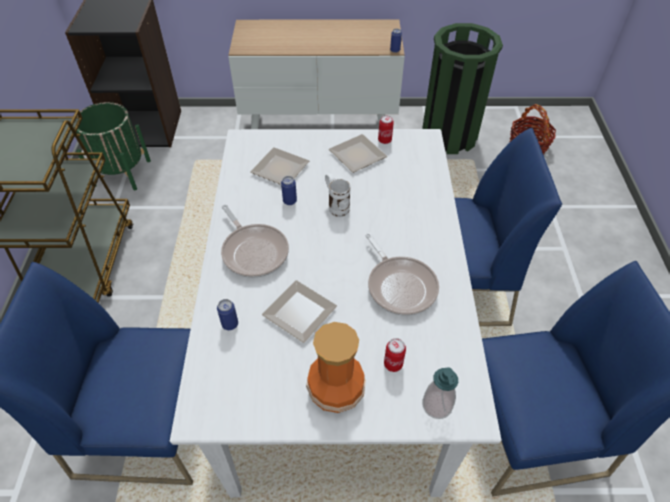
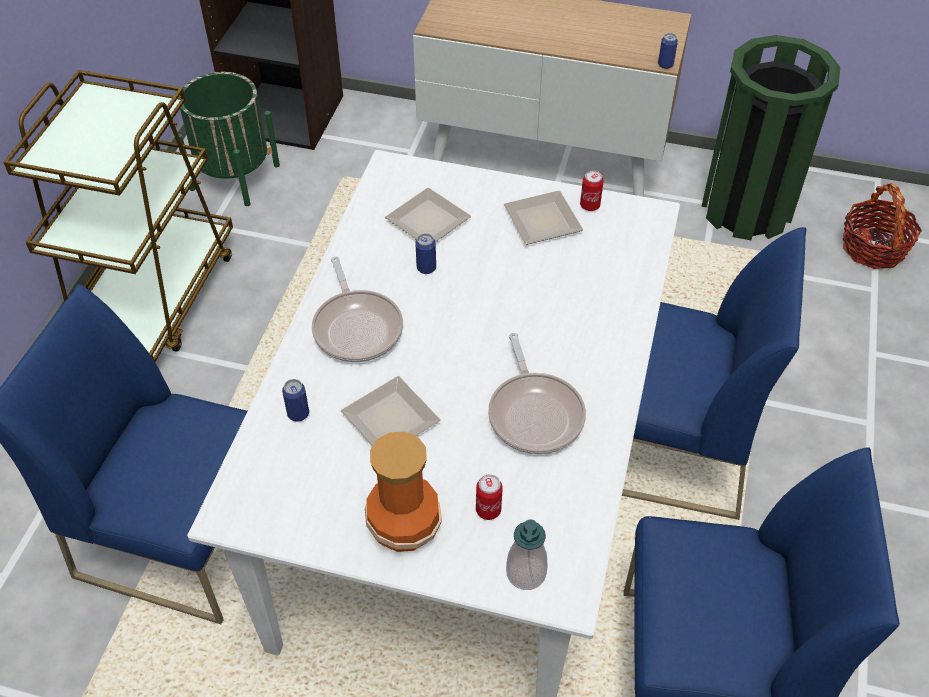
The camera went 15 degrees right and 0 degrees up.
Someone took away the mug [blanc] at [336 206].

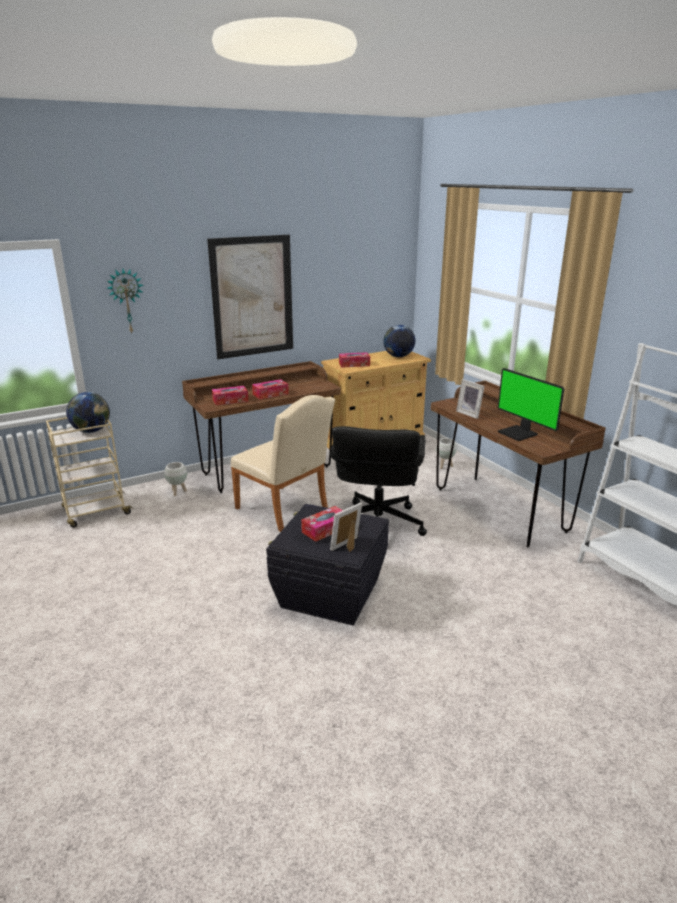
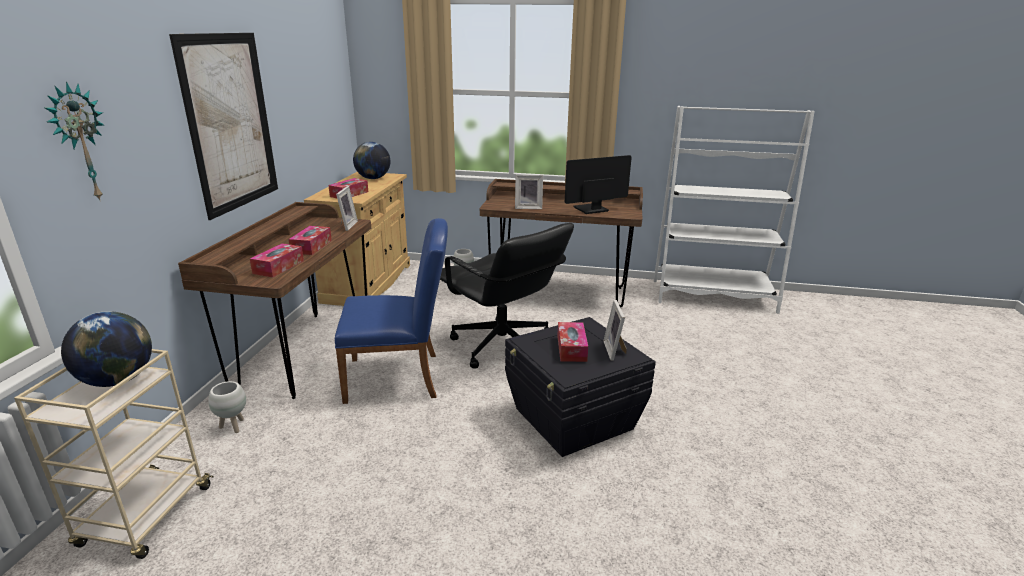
The camera went 50 degrees left and 0 degrees up.
Someone repainted the chaise [beige] at [285 510], which became the chaise [bleu] at [400 377].
Someone put down the cadre photo at [346 226].
Someone rotated the écran d'ordinateur at [519 433] by 150 degrees clockwise.

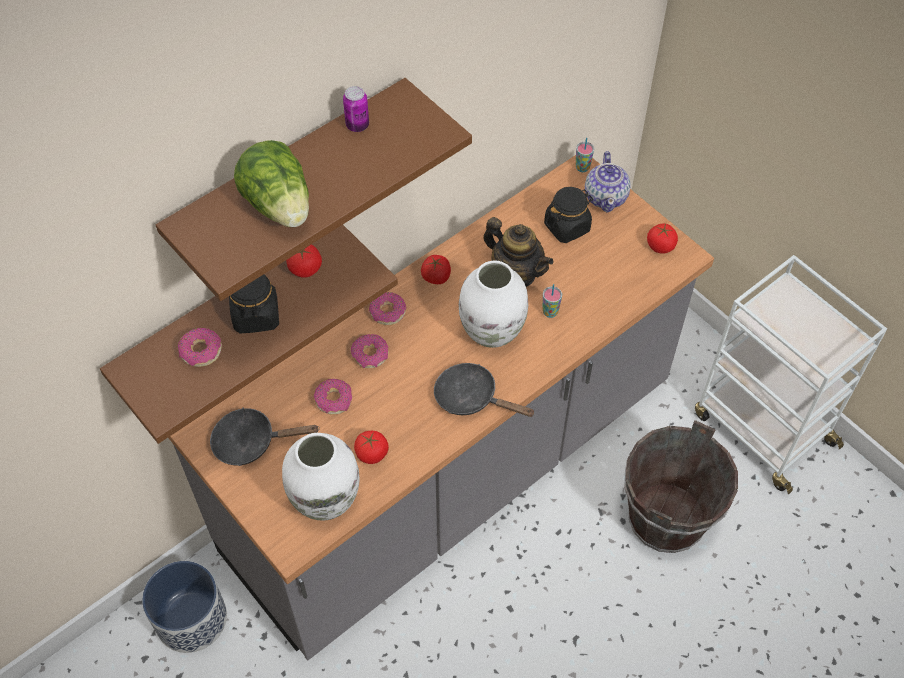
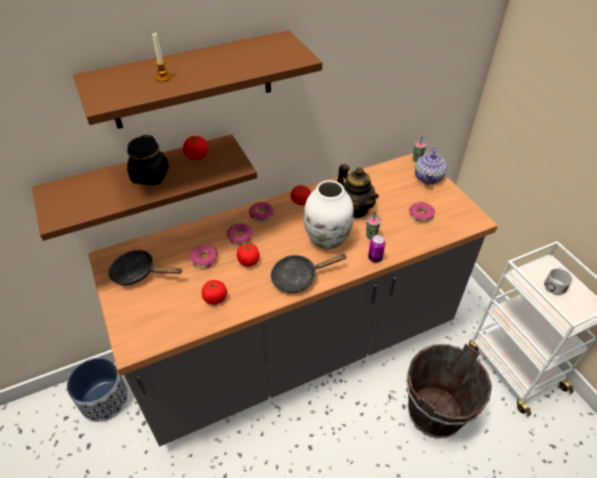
The camera went 15 degrees right and 10 degrees down.
Someone swapped the laitue at [280 206] for the bougie at [163 77].
Someone carried the tomate from [660 246] to [248 261].
Someone rotated the poêle [noir] at [471 398] by 60 degrees counterclockwise.
Someone carried the boîte métallique from [357 125] to [375 258].
Someone carried the beignet from [201 351] to [421 215].
Someone put down the mug [blanc] at [555 284].
Someone took away the vase [blanc] at [324 500].
Someone took away the bocal [noir] at [567 227].

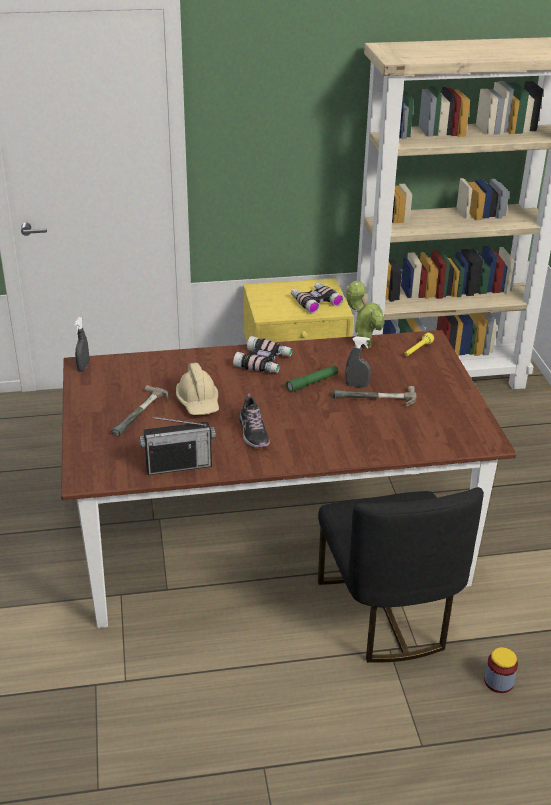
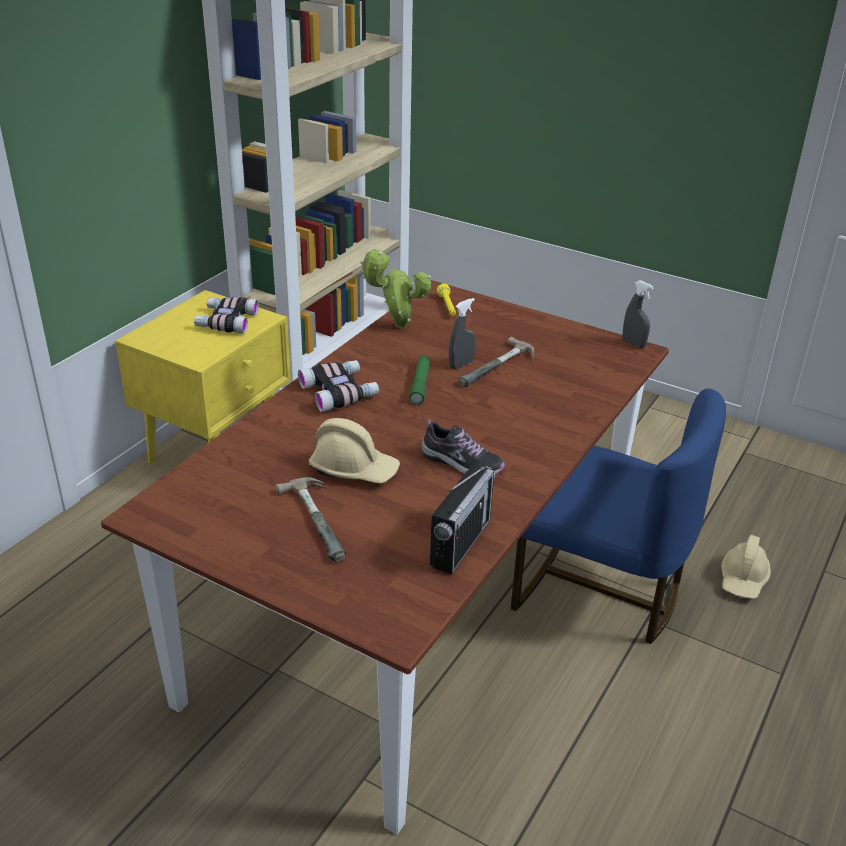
The camera went 50 degrees left and 0 degrees up.
Someone repainted the chaise [noir] at [387 613], which became the chaise [bleu] at [600 591].
Someone carried the vaporisateur [gris] from [83 367] to [633 344].
Someone swapped the bocal at [498 681] for the casque de chantier [beige] at [743 579].

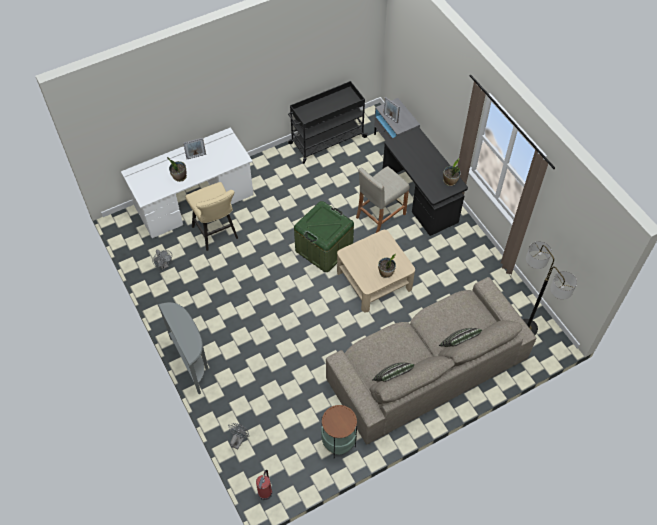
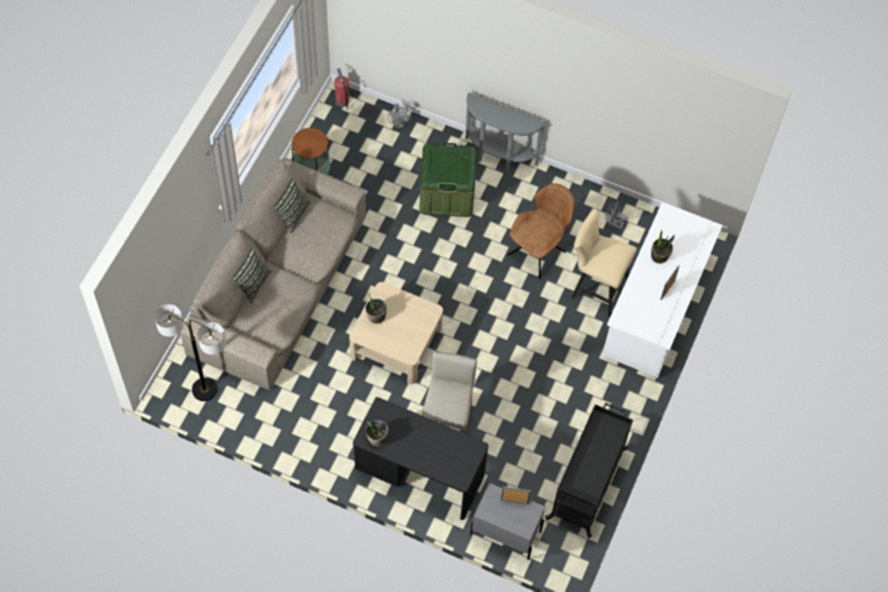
The camera went 140 degrees right and 5 degrees up.
Someone carried the boîte de rangement [vert] from [324 248] to [447 194].
Someone put down the chaise [marron] at [538 252].

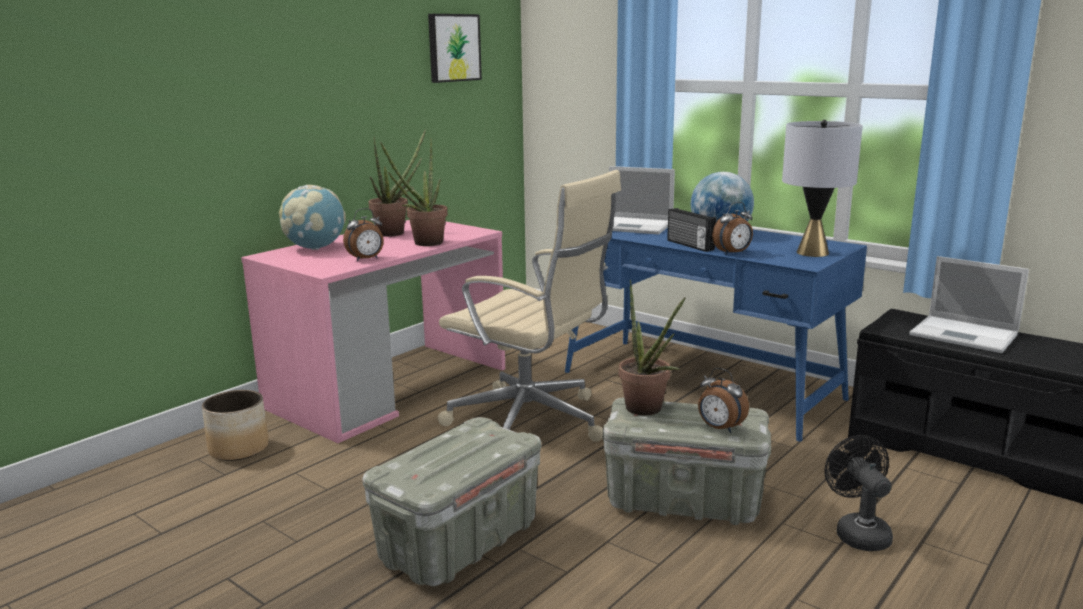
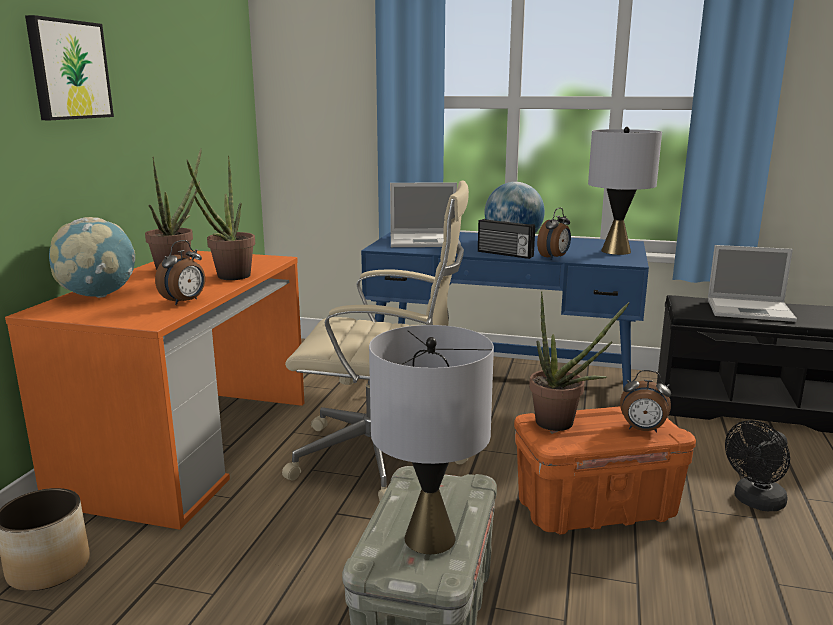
The camera went 25 degrees left and 0 degrees up.
Someone repainted the bureau [rose] at [389 387], which became the bureau [orange] at [190 447].
Someone carried the tableau from [453 48] to [68 70].
Someone put down the lampe de table [gris] at [430 538].
Someone repainted the boîte de rangement [gris] at [684 501], which became the boîte de rangement [orange] at [596 508].
Someone rotated the ventilateur [noir] at [858 532] by 90 degrees counterclockwise.

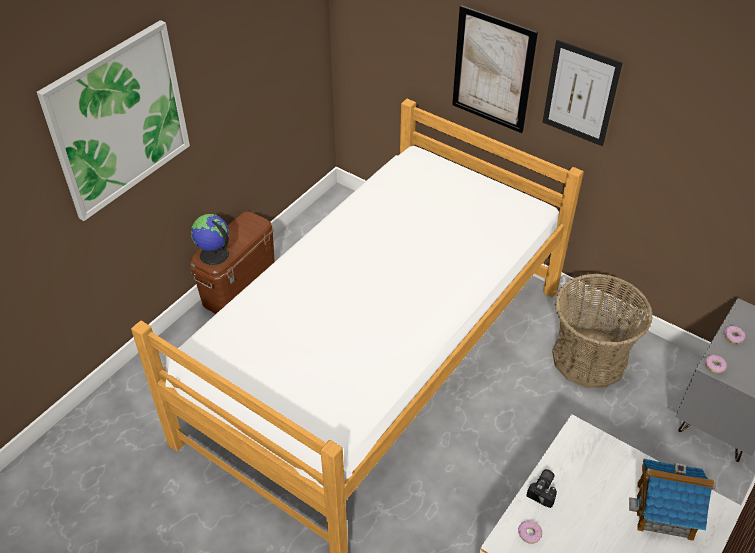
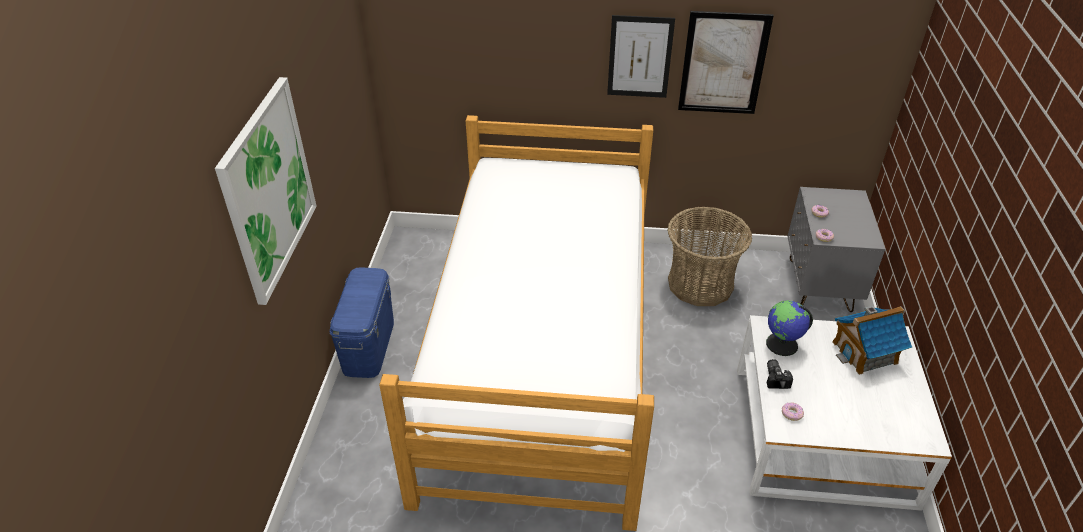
The camera went 30 degrees left and 5 degrees down.
Someone repainted the boîte de rangement [marron] at [239 286], which became the boîte de rangement [bleu] at [368 345].
Someone carried the tableau from [492 70] to [723 63].
Someone carried the globe from [214 255] to [782 345].

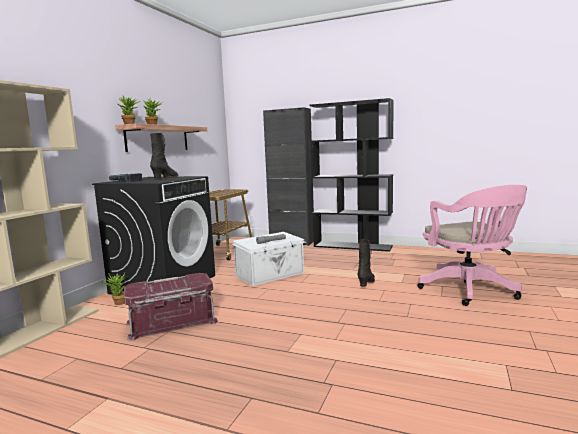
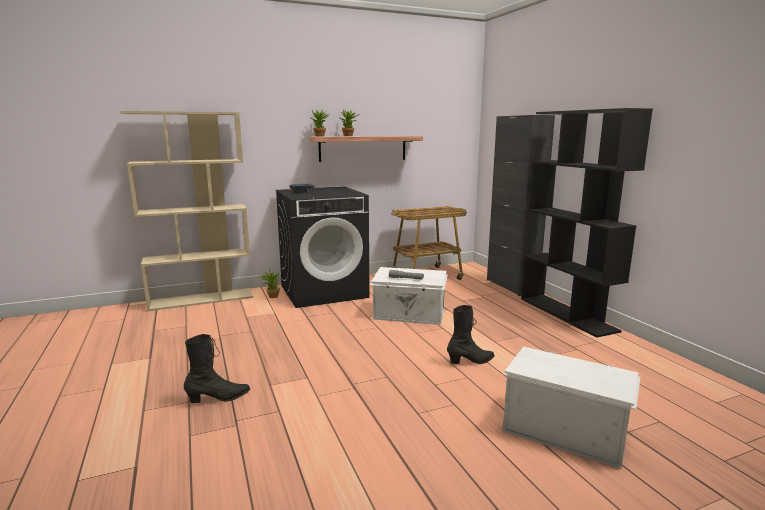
The camera went 45 degrees right and 5 degrees up.
Someone carried the botte [noir] from [166 178] to [219 398].
Someone swapped the chaise de bureau [rose] at [470 290] for the boîte de rangement [blanc] at [564 429].
Someone took away the boîte de rangement [rouge] at [172 323].

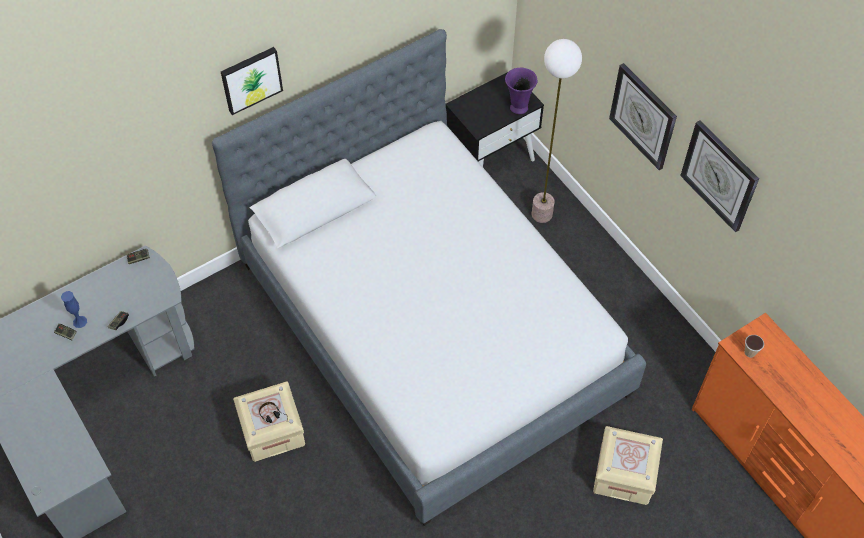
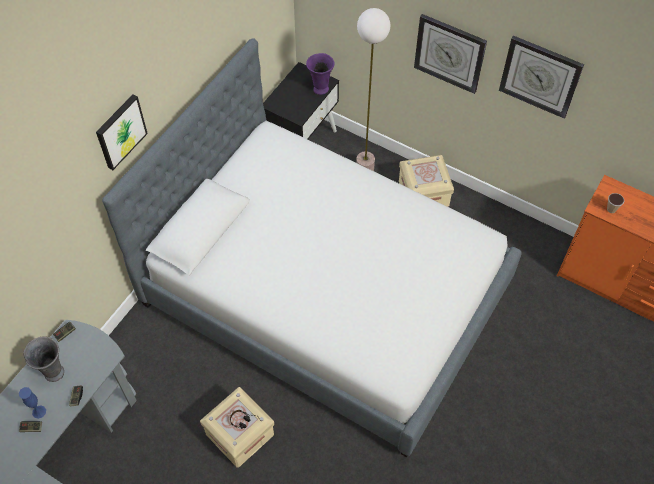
The camera went 25 degrees left and 0 degrees up.
Someone put down the vase [gris] at [53 372].
Someone carried the boîte de rangement [beige] from [624 474] to [423 193].

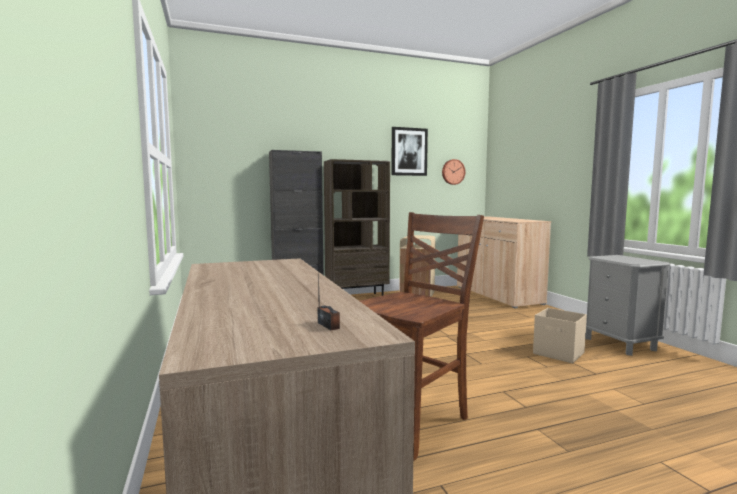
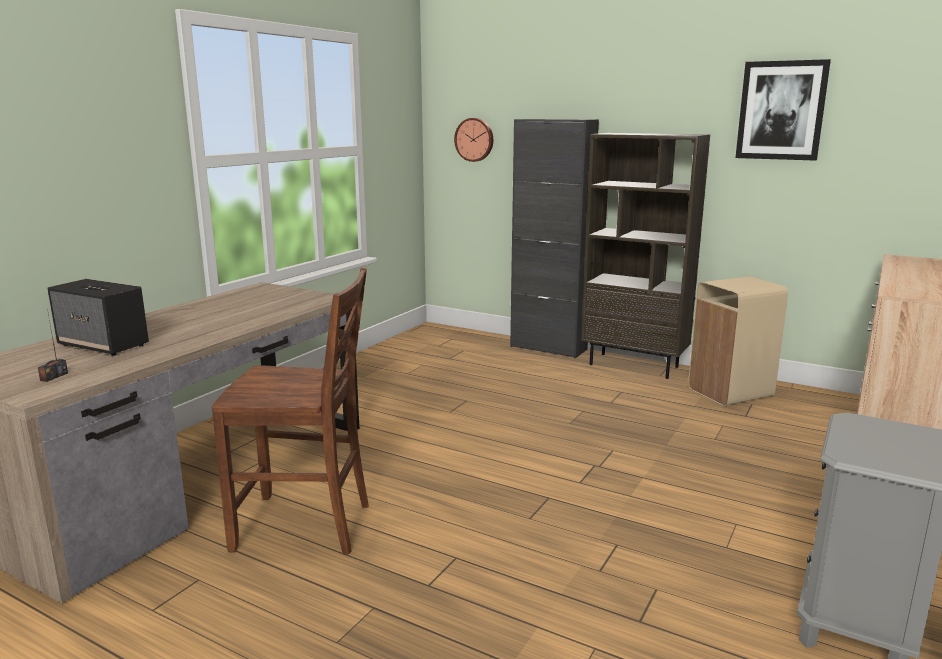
The camera went 50 degrees right and 10 degrees up.
Someone put down the enceinte at [104 345].
Someone carried the horloge murale from [452 172] to [474 139].
Someone took away the boîte de rangement [beige] at [559 353].

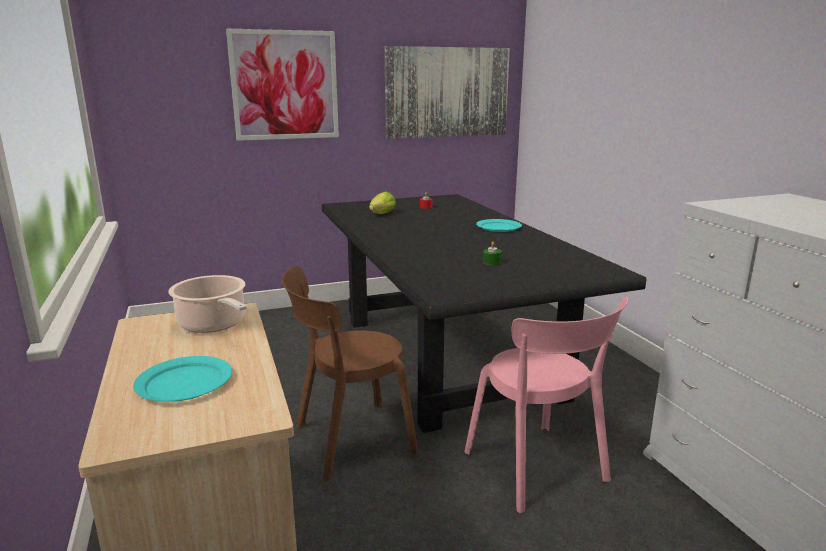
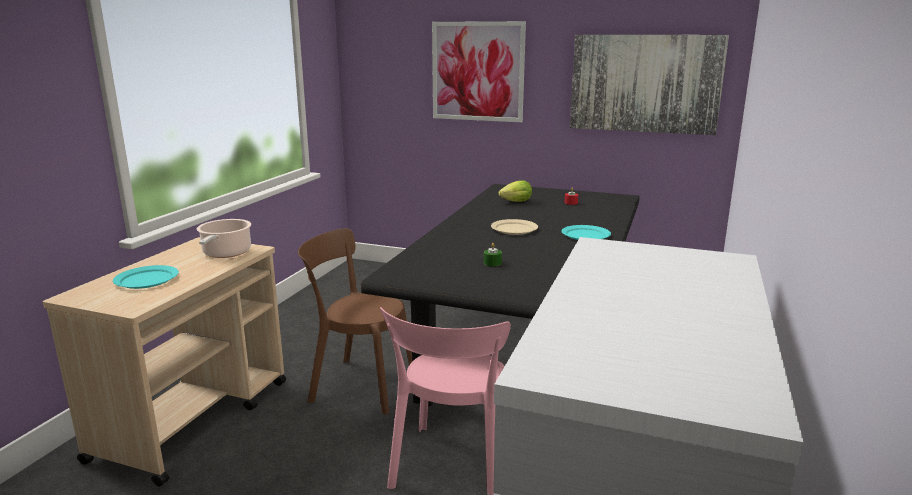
The camera went 40 degrees right and 0 degrees up.
Someone put down the assiette [beige] at [514 229].

